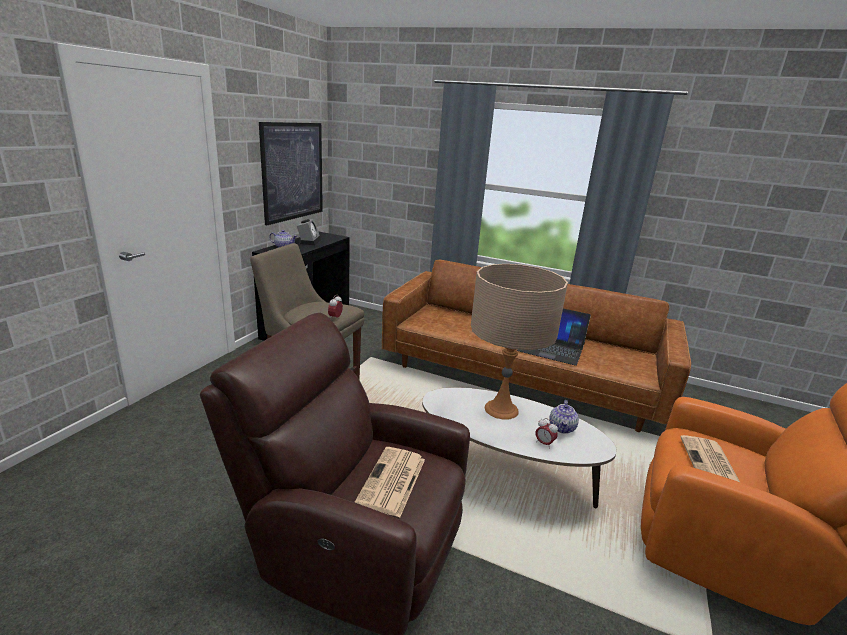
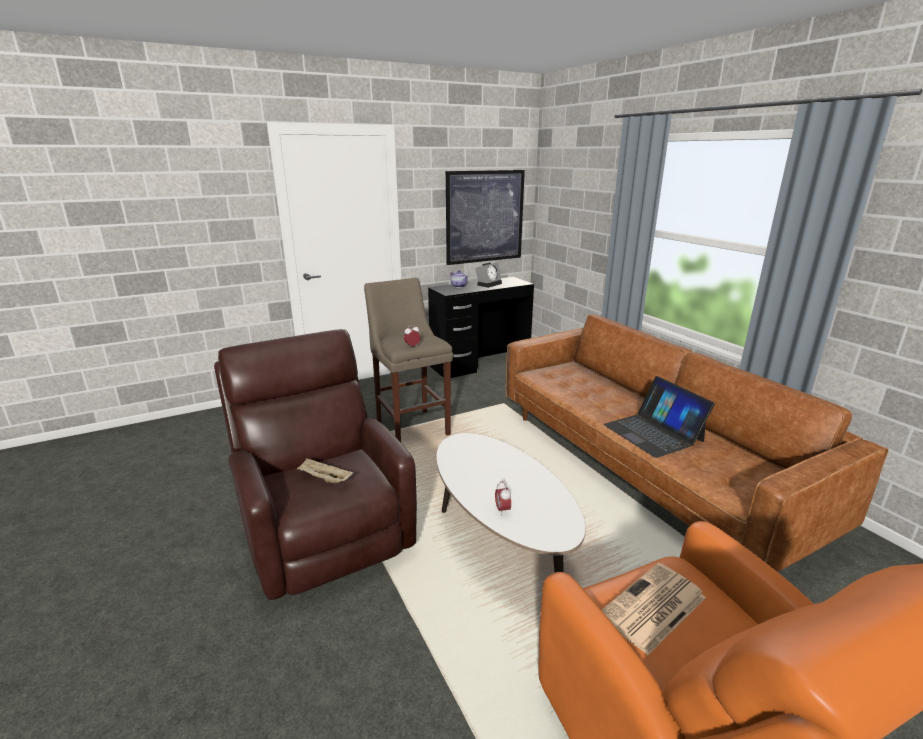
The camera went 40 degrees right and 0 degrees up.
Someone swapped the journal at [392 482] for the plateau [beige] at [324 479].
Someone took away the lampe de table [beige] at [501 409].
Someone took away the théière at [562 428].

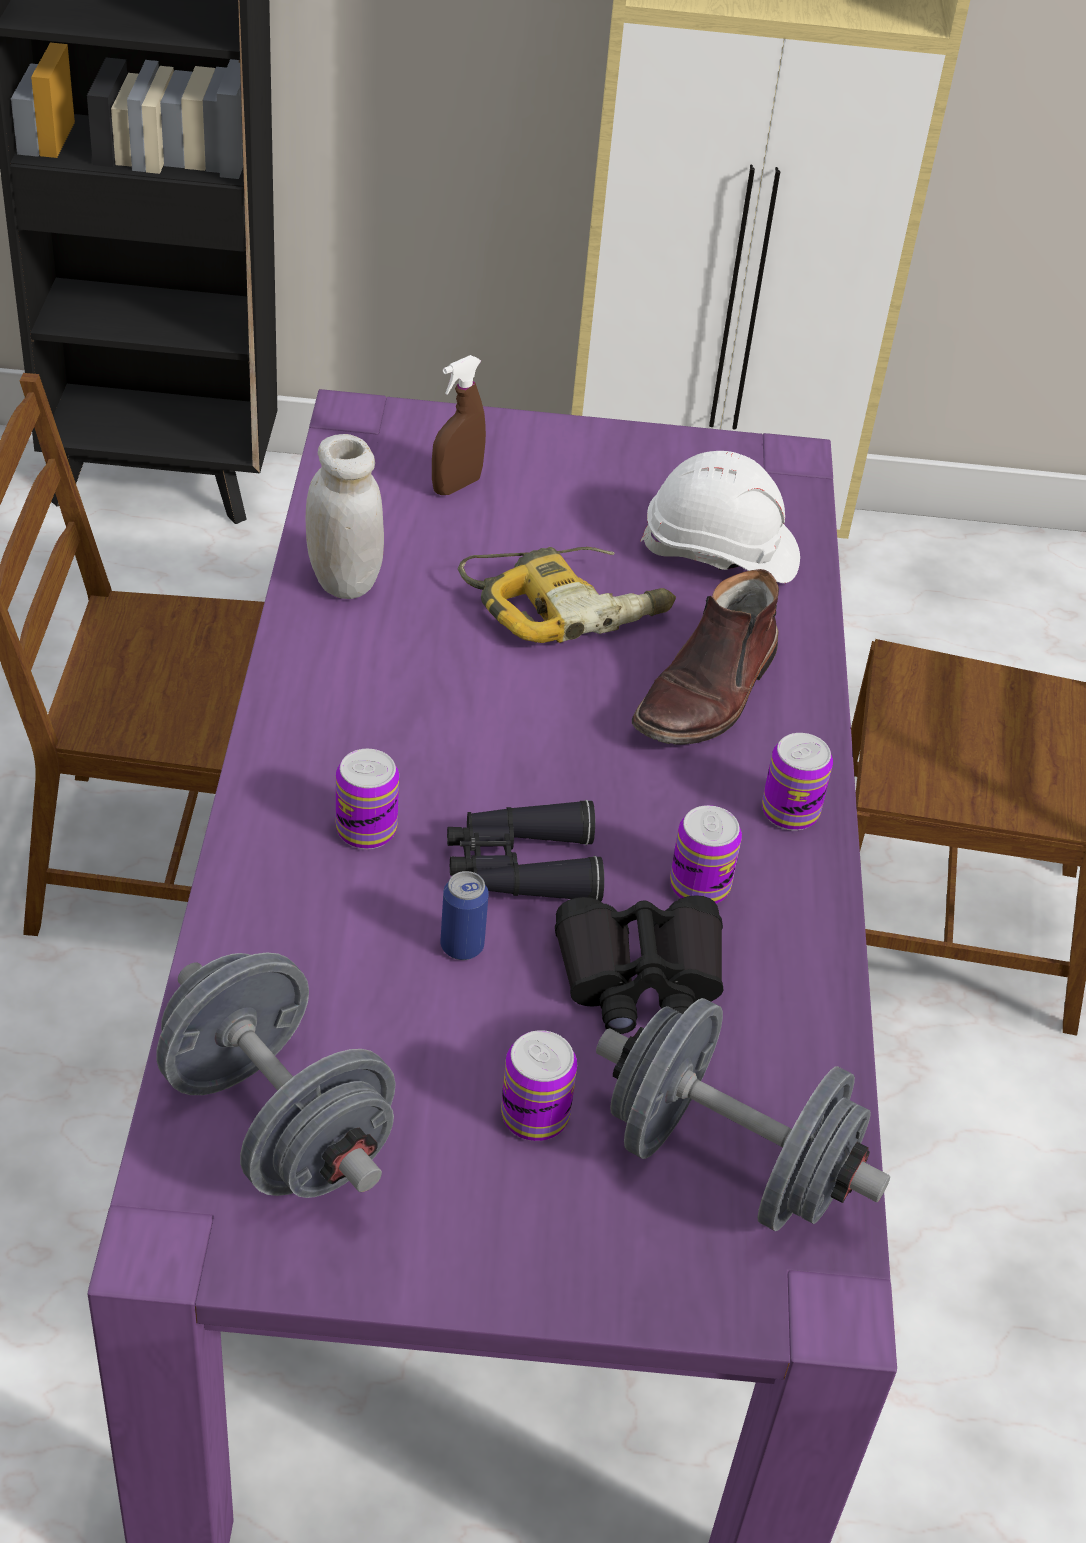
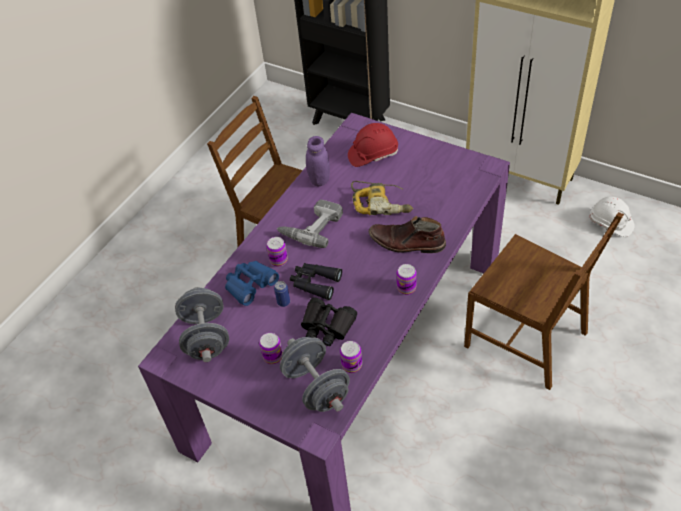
The camera went 35 degrees right and 5 degrees up.
Someone put down the jumelles [bleu] at [250 285].
Someone put down the perceuse at [311 227].
Someone repainted the bocal [blanc] at [344 581], which became the bocal [violet] at [319 180].
Someone carried the boîte métallique from [699 886] to [352 365].
Someone swapped the vaporisateur [marron] at [456 486] for the casque de chantier [rouge] at [373 154].
Someone rotated the botte [marron] at [708 694] by 45 degrees clockwise.
Someone carried the casque de chantier [blanc] from [721 552] to [610 223].

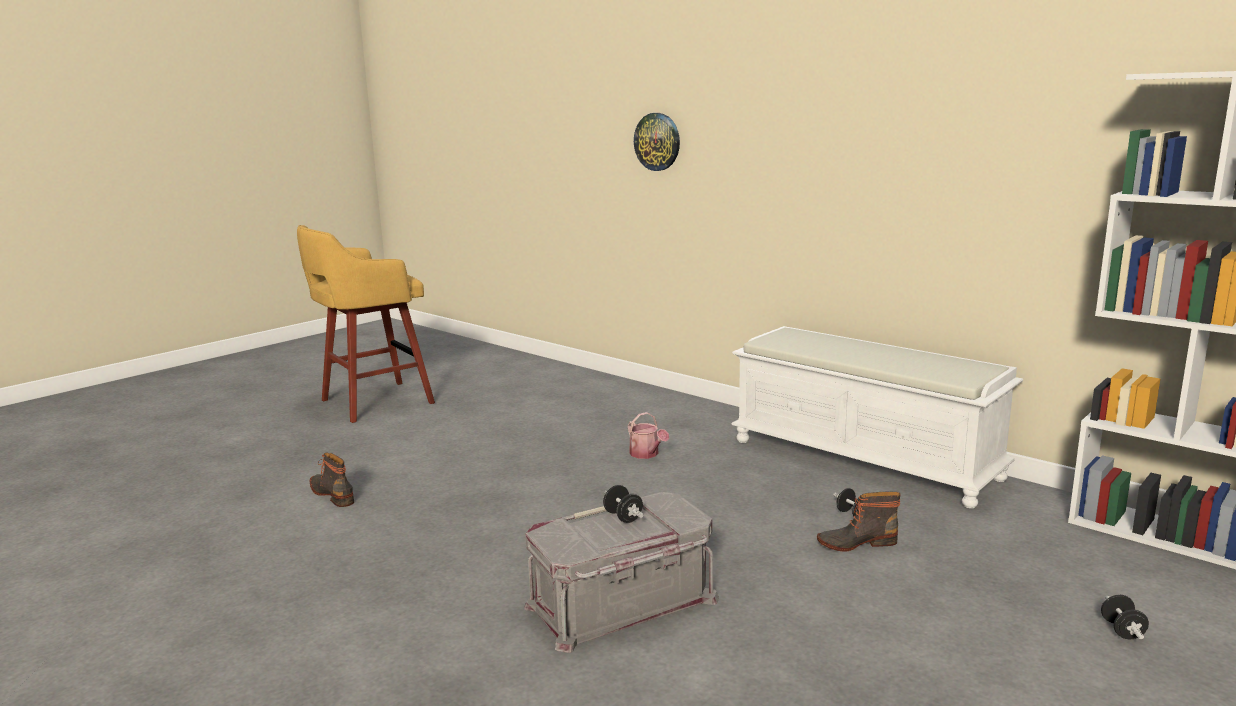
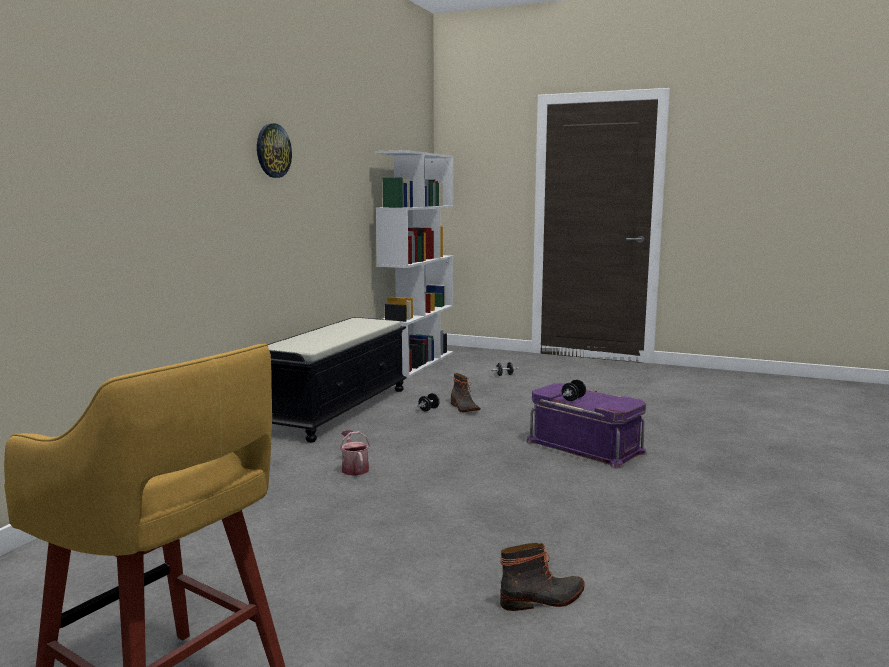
The camera went 110 degrees left and 5 degrees down.
Someone carried the horloge murale from [657 141] to [273 150].
Someone repainted the banc [blanc] at [865 459], which became the banc [noir] at [337 409].
Someone rotated the arrosoir at [646 454] by 60 degrees counterclockwise.
Someone rotated the botte at [334 494] by 135 degrees counterclockwise.
Someone repainted the boîte de rangement [gris] at [622 604], which became the boîte de rangement [violet] at [586 446].

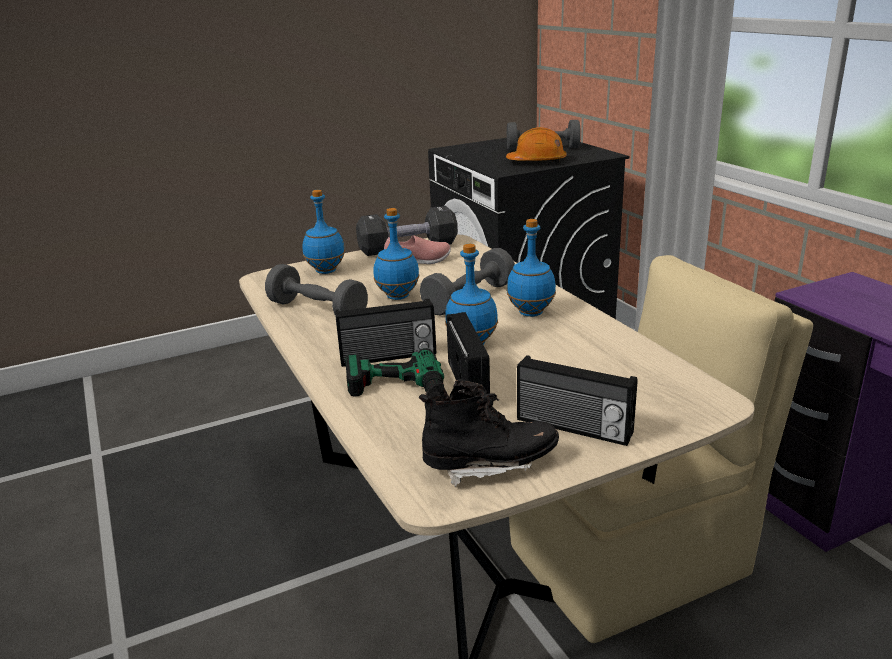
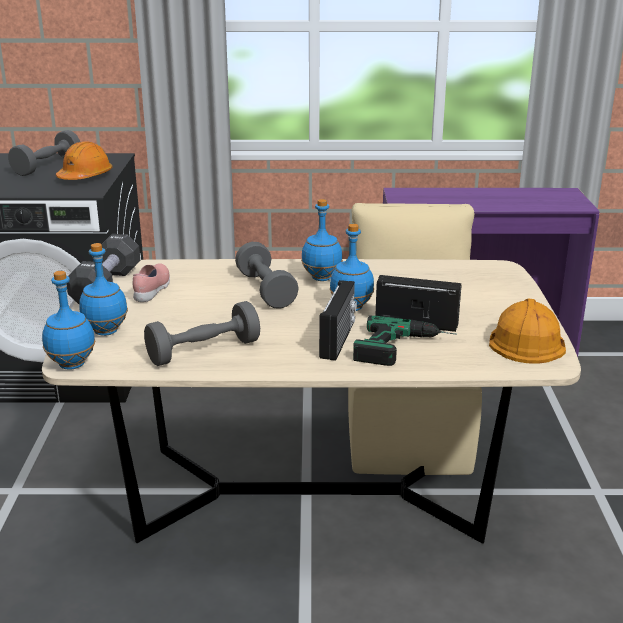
The camera went 65 degrees left and 0 degrees up.
Someone carried the bouteille [bleu] from [398 296] to [72 364].
Someone swapped the botte [noir] at [490 465] for the casque de chantier [orange] at [525 340].
Someone took away the radio at [573 428].

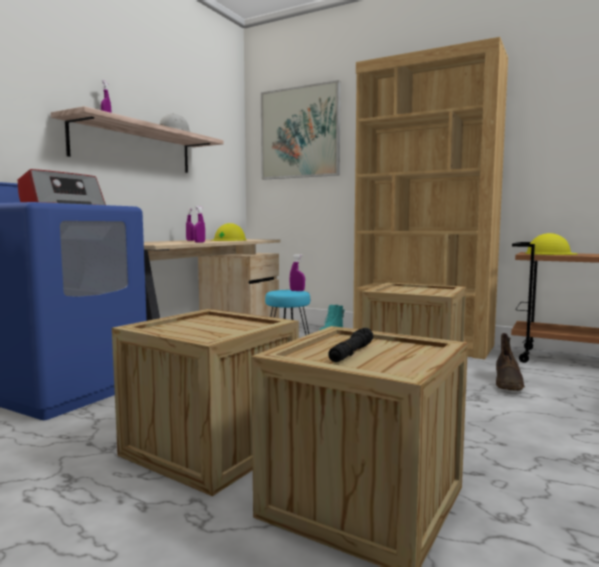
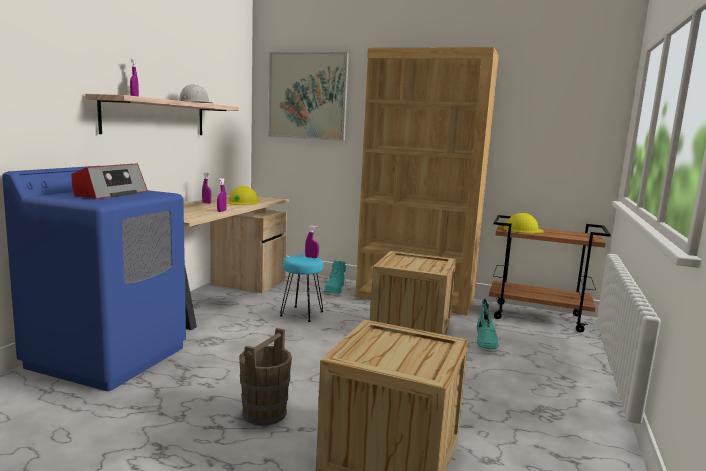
The camera went 10 degrees left and 5 degrees up.
Someone swapped the caisse at [211 448] for the seau [marron] at [265 413].
Someone repainted the botte [marron] at [508 383], which became the botte [turquoise] at [486 340].
Someone took away the lampe de poche [noir] at [351 353].

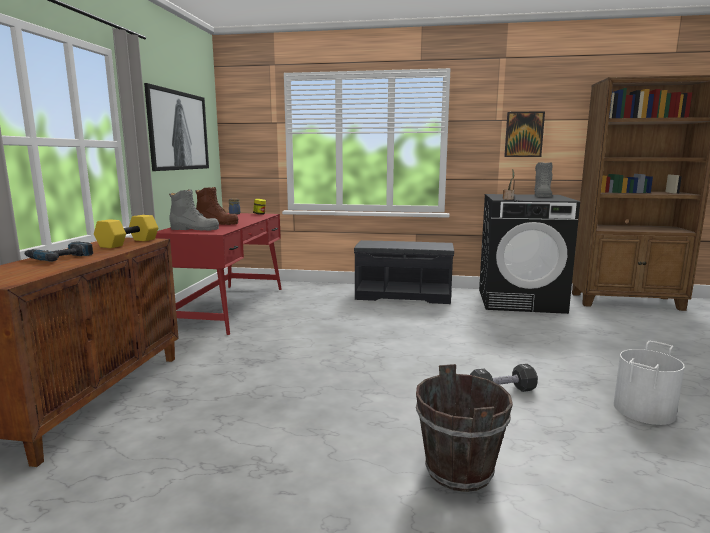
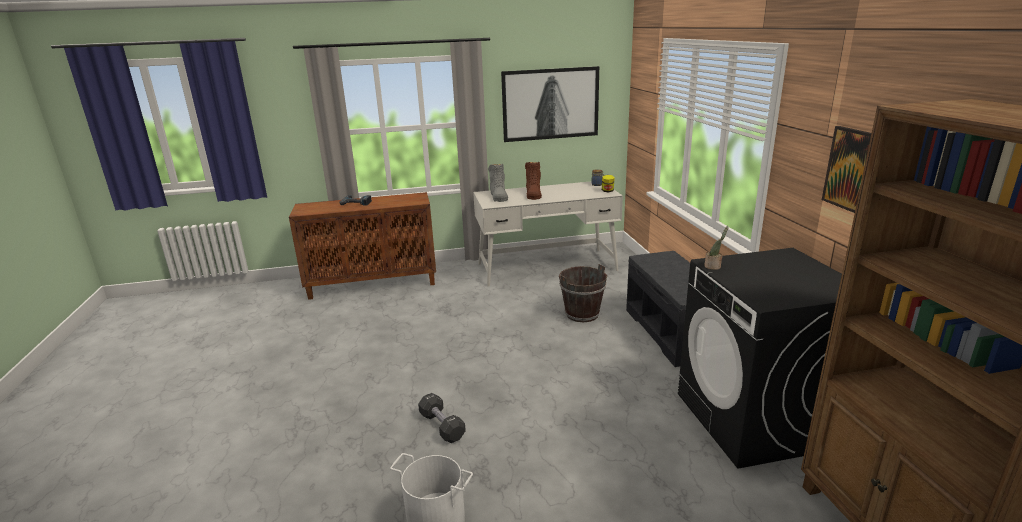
The camera went 70 degrees right and 10 degrees up.
Someone repainted the bureau [rouge] at [229 307], which became the bureau [blanc] at [547 267].
Someone carried the seau [marron] from [458 470] to [582 314].
Someone took away the haltère [jaune] at [128 243].
Someone took away the botte [gris] at [542 196].

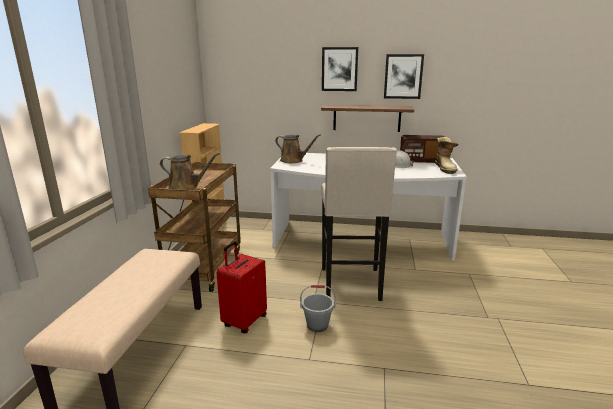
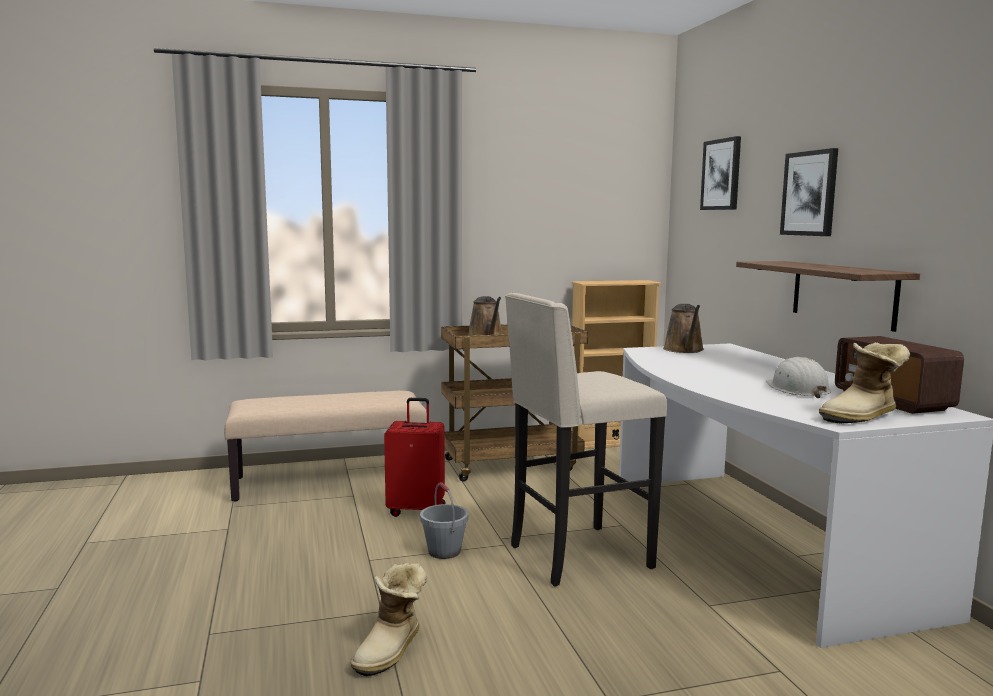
The camera went 65 degrees right and 10 degrees down.
Someone put down the botte at [392 650].
Someone carried the tableau from [403 76] to [721 174].

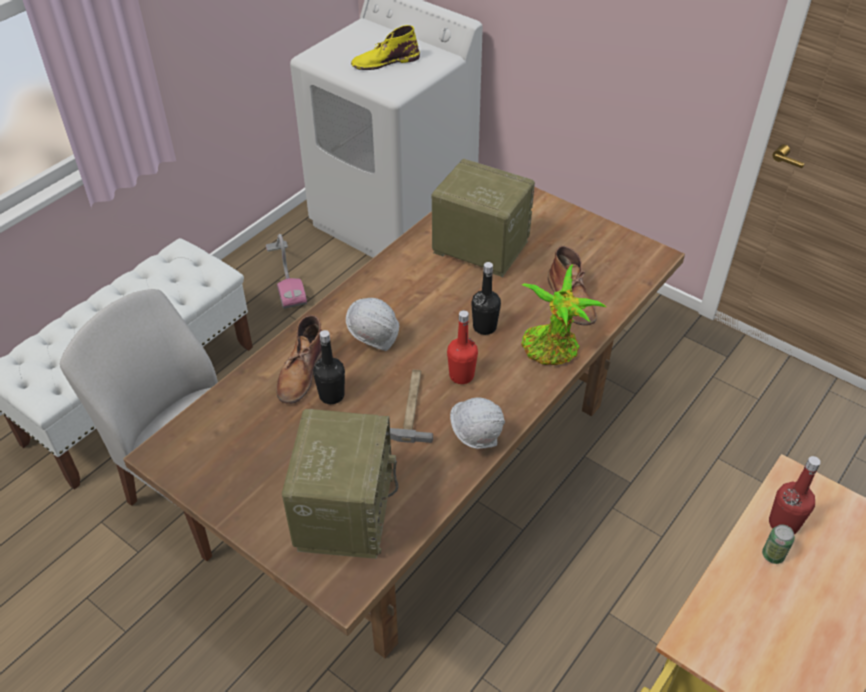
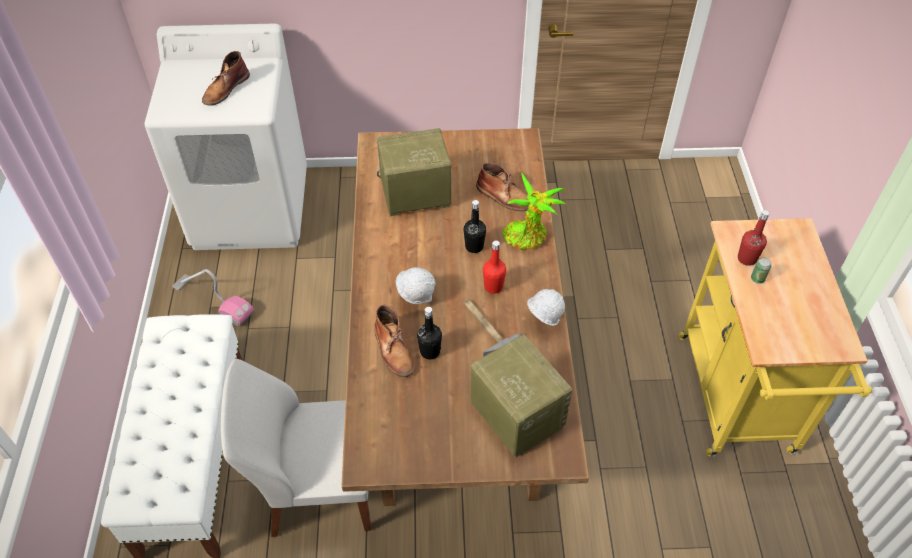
The camera went 40 degrees left and 5 degrees up.
Someone repainted the botte [jaune] at [385 61], which became the botte [marron] at [225 89].

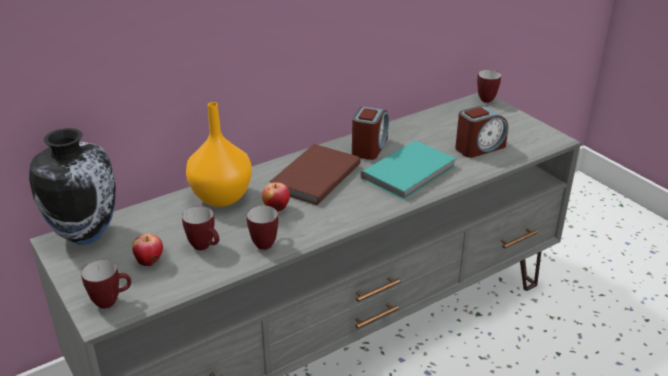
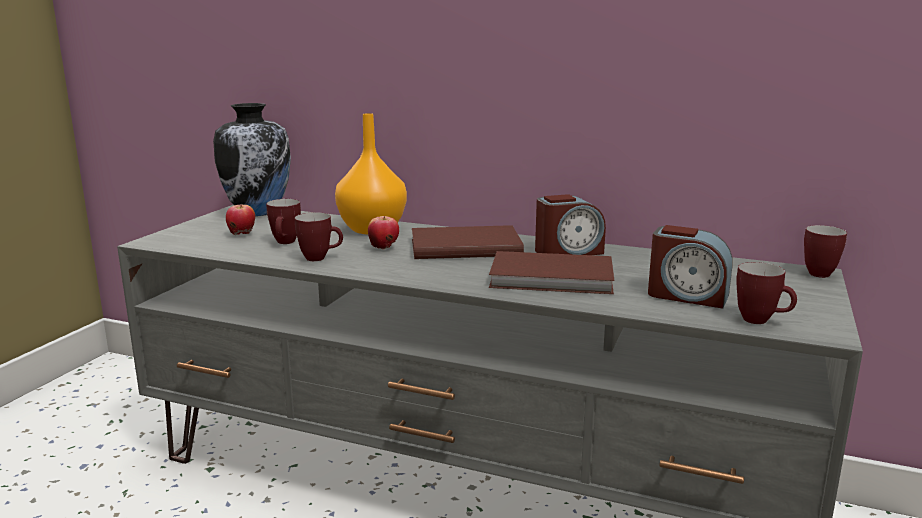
The camera went 55 degrees right and 15 degrees down.
Someone repainted the livre [turquoise] at [411 173], which became the livre [marron] at [553 278].
Someone carried the mug from [111 301] to [762 321].

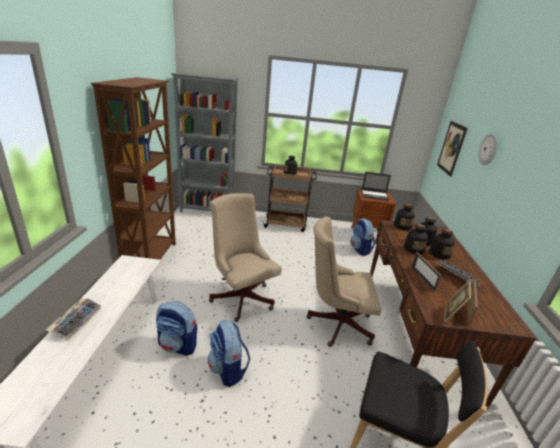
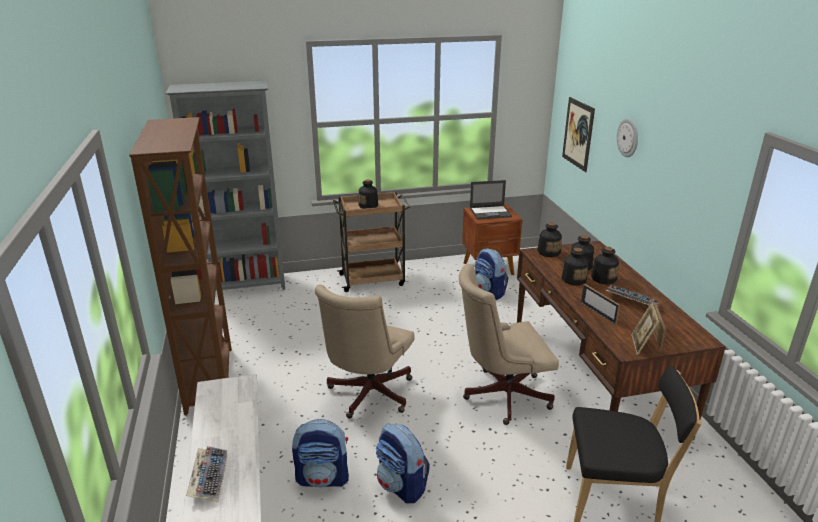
The camera went 15 degrees left and 0 degrees up.
Someone rotated the chaise de bureau [beige] at [241 296] by 105 degrees counterclockwise.

